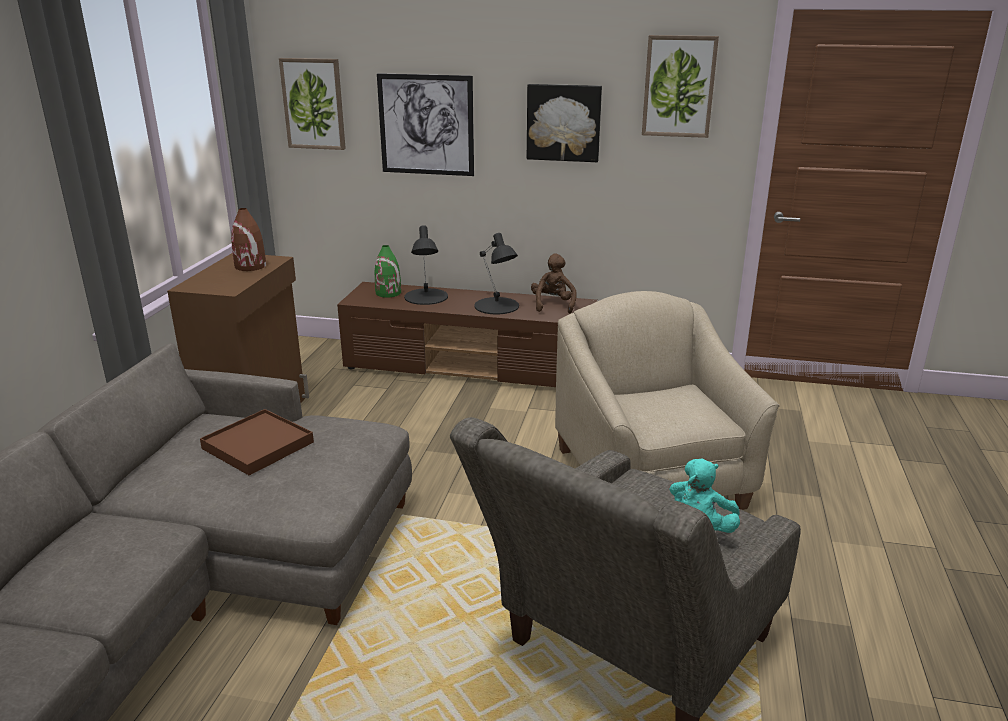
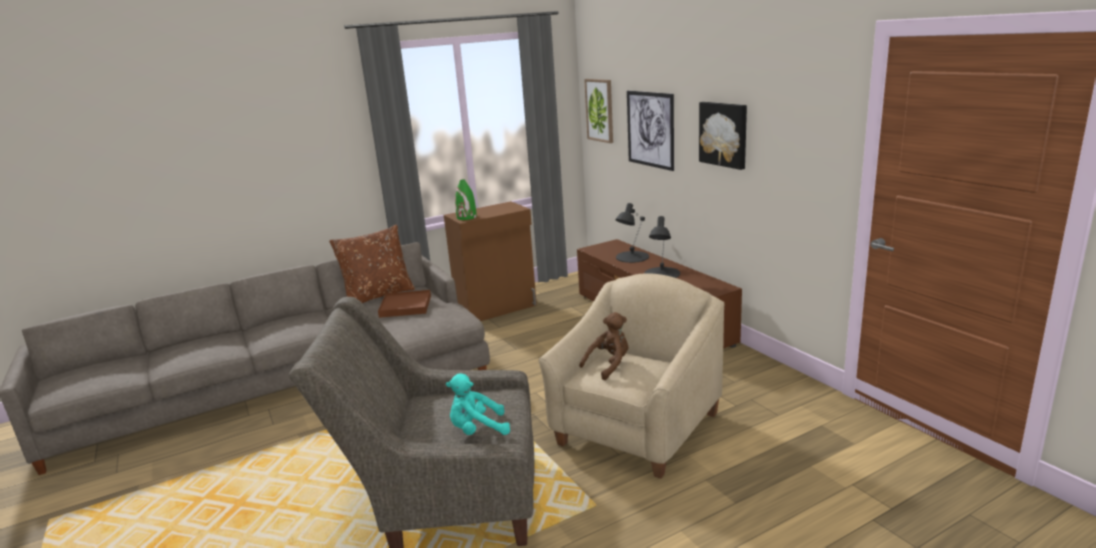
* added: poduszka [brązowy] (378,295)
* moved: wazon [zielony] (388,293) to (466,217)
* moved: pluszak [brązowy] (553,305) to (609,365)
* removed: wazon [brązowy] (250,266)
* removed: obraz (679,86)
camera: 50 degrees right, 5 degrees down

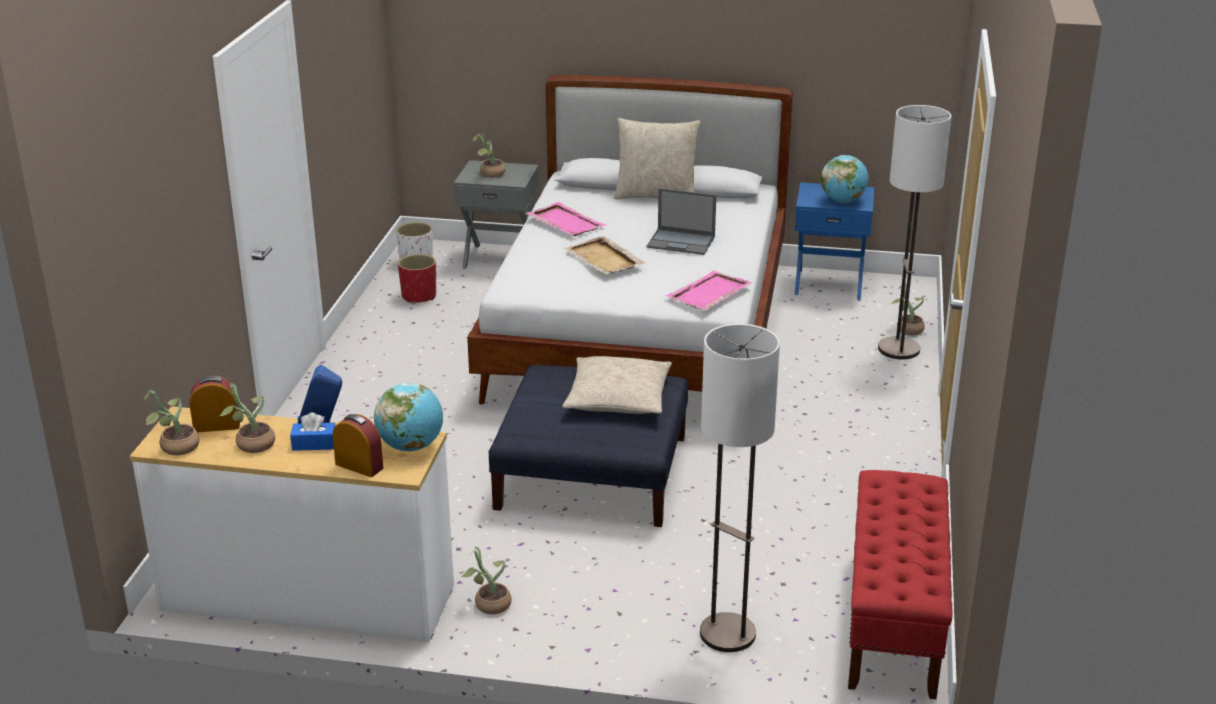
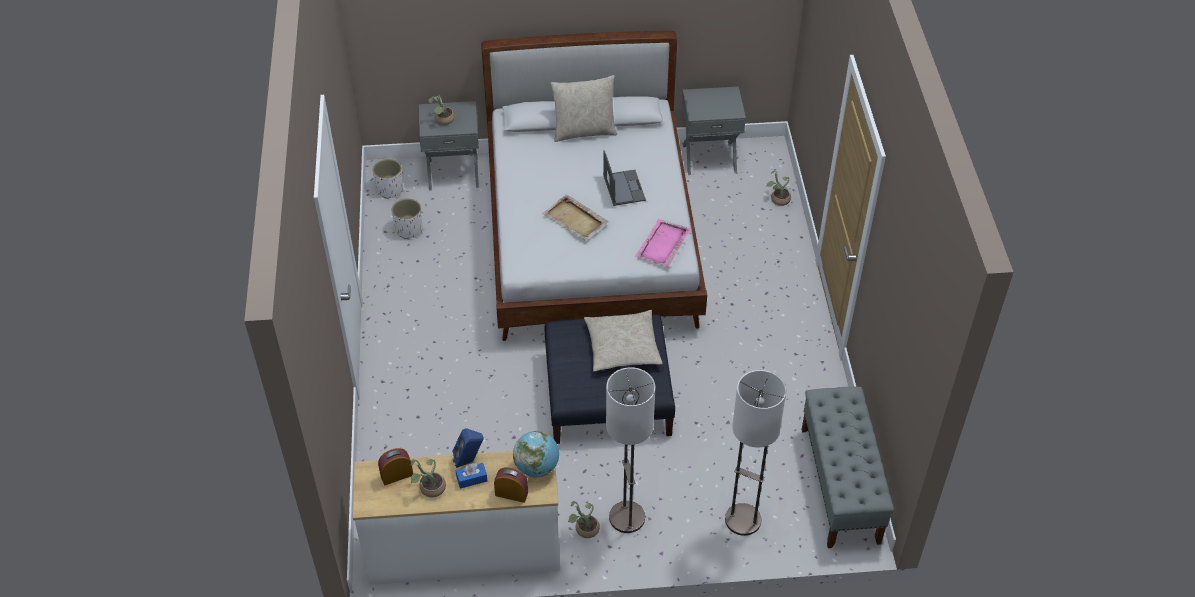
* recoloured: donica [czerwony] (419,296) to donica [biały] (409,229)
* turned: laptop (681,242) = (623,187) 105 degrees counterclockwise
* moved: lampa stojąca (899,349) to (627,517)
* recoloured: szafka nocna [niebieski] (829,283) to szafka nocna [szary] (709,157)
* recoloured: ławka [czerwony] (893,620) to ławka [szary] (840,485)
* removed: roślina doniczkowa (175,448)
* removed: taca [różowy] (565,222)
* removed: globus (843,201)
camera: 15 degrees left, 20 degrees up

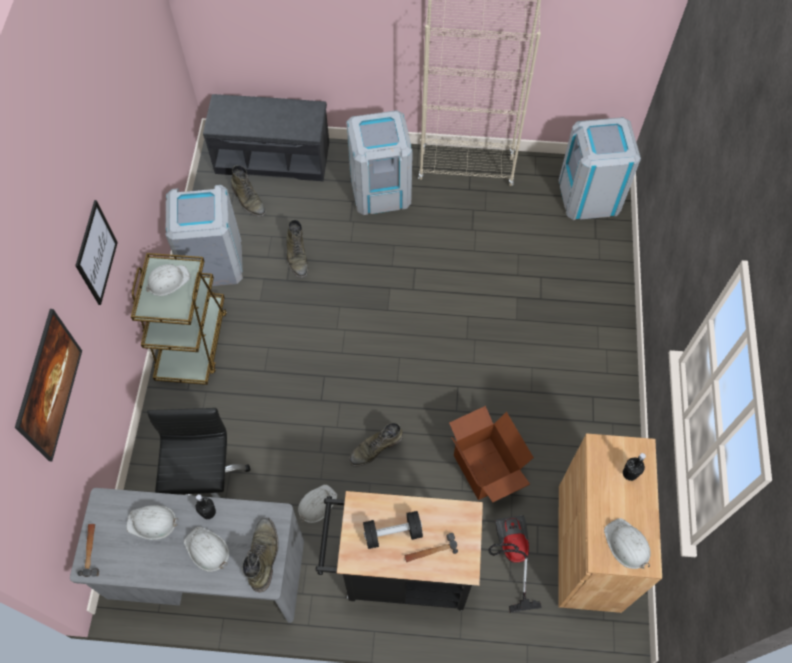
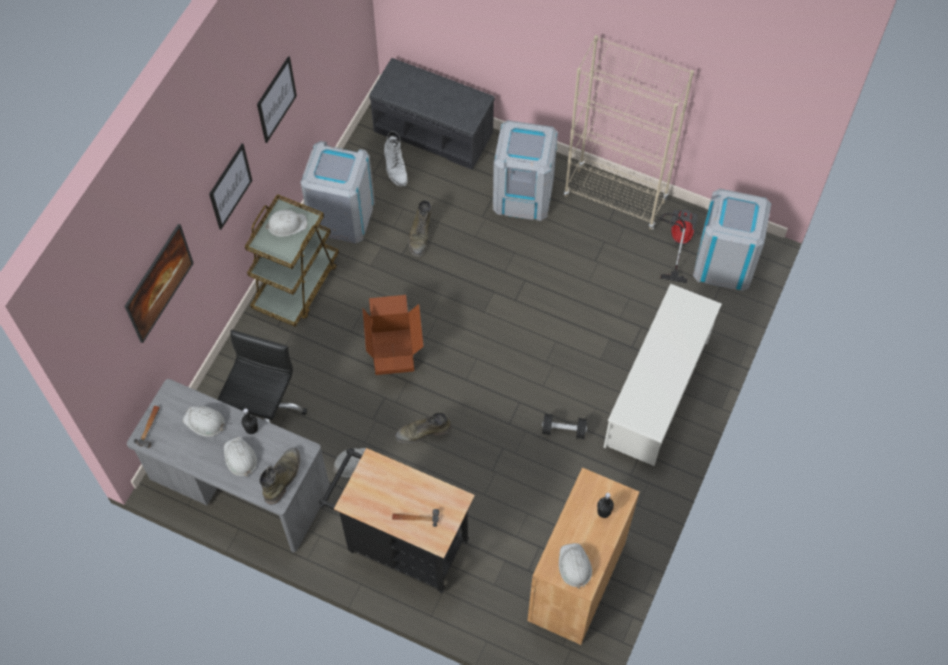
* added: obraz (276,99)
* moved: karton (485,468) to (394,352)
* recoloured: but z cholewką [zielony] (248,200) to but z cholewką [biały] (395,167)
* moved: hantel [czarny] (392,533) to (563,430)
* added: regał na buty [biały] (657,393)
* moved: odkurzacz (511,556) to (677,242)
camera: 20 degrees right, 0 degrees up

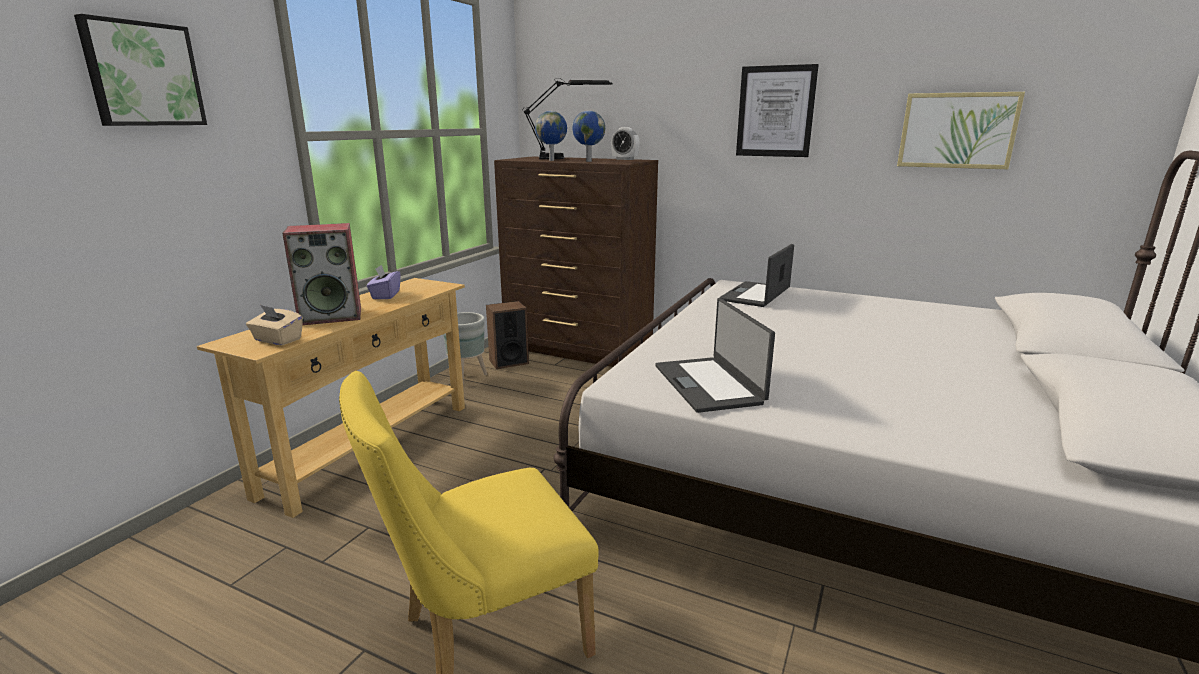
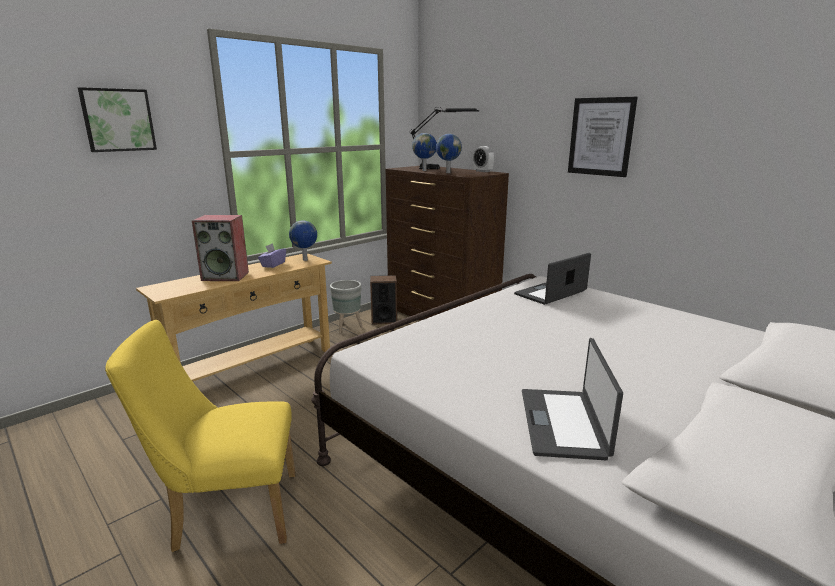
* added: globus (305,260)
* moved: laptop (709,384) to (564,423)
* removed: pudełko chusteczek [beżowy] (277,340)
* removed: obraz (957,130)
camera: 20 degrees right, 0 degrees up

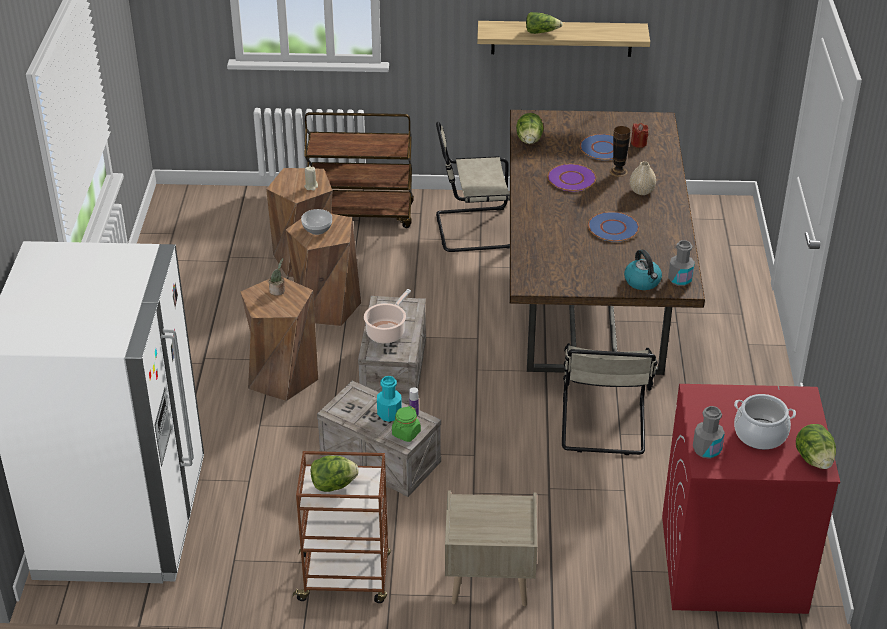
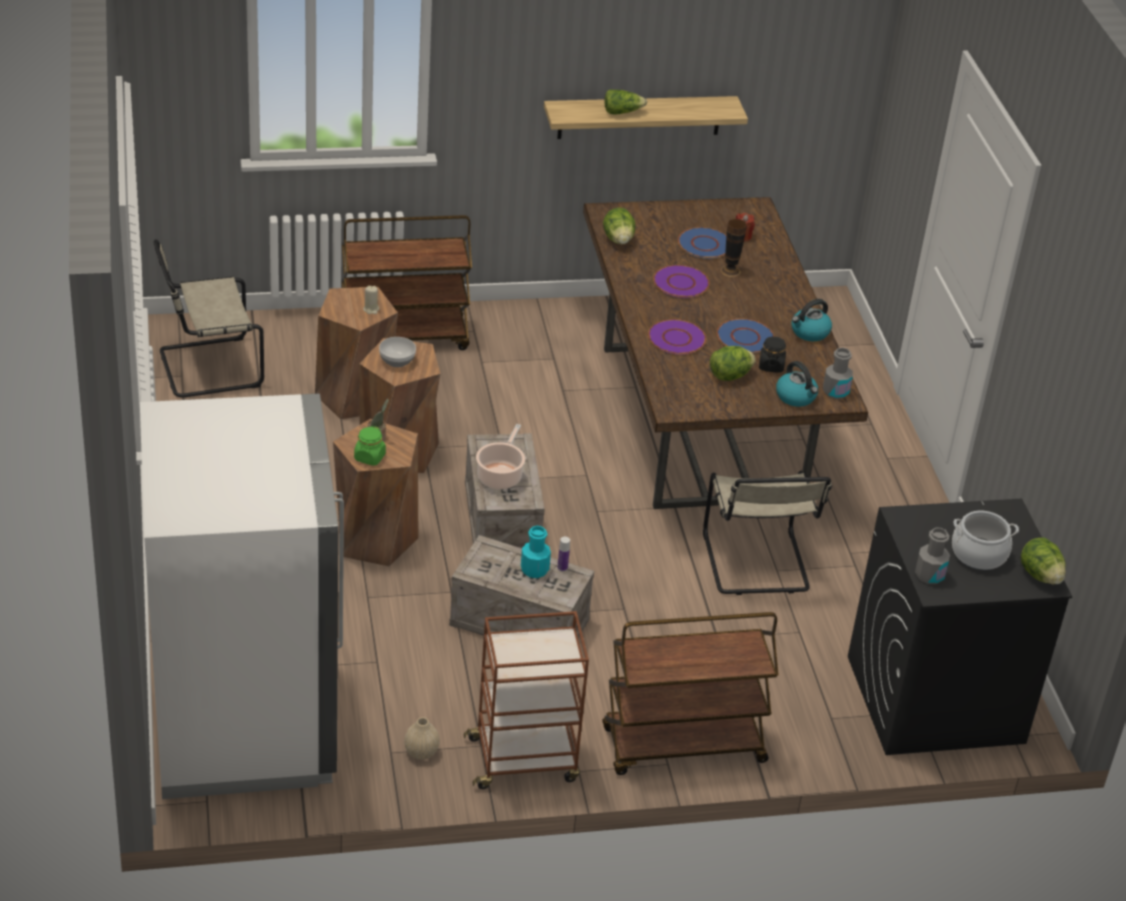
* moved: krzesło [beżowy] (472,230) to (206,368)
* moved: słoik [zielony] (406,433) to (369,457)
* moved: wazon [beżowy] (641,191) to (421,752)
* replaced: szafka nocna [beżowy] (488,582) to wózek [brązowy] (682,746)
* added: talerz [fioletowy] (676,339)
* moved: sałata (333,485) to (730,376)
* added: słoik [czarny] (771,366)
* added: czajnik (809,332)
* recoloured: pralka [czerwony] (731,564) to pralka [czarny] (934,700)
camera: 15 degrees left, 0 degrees up

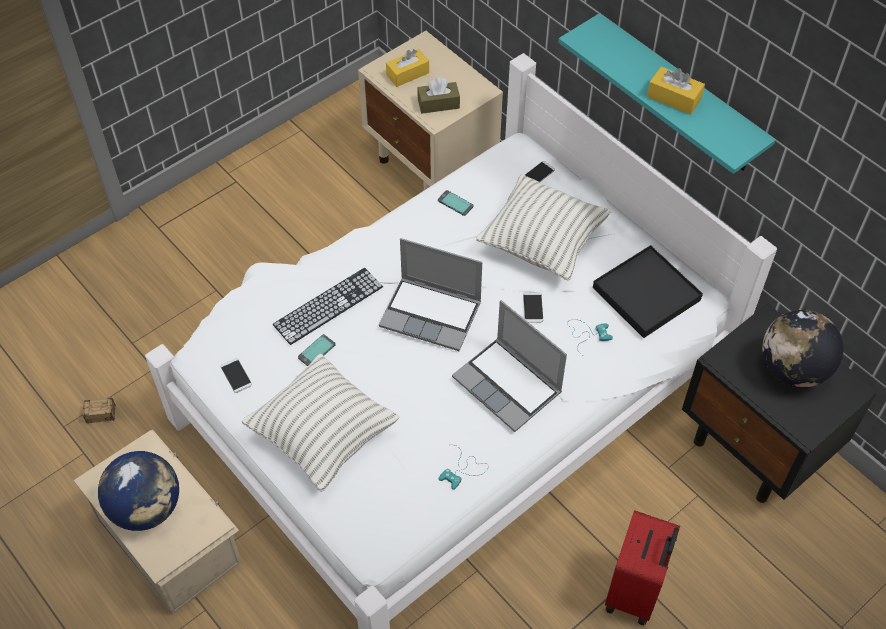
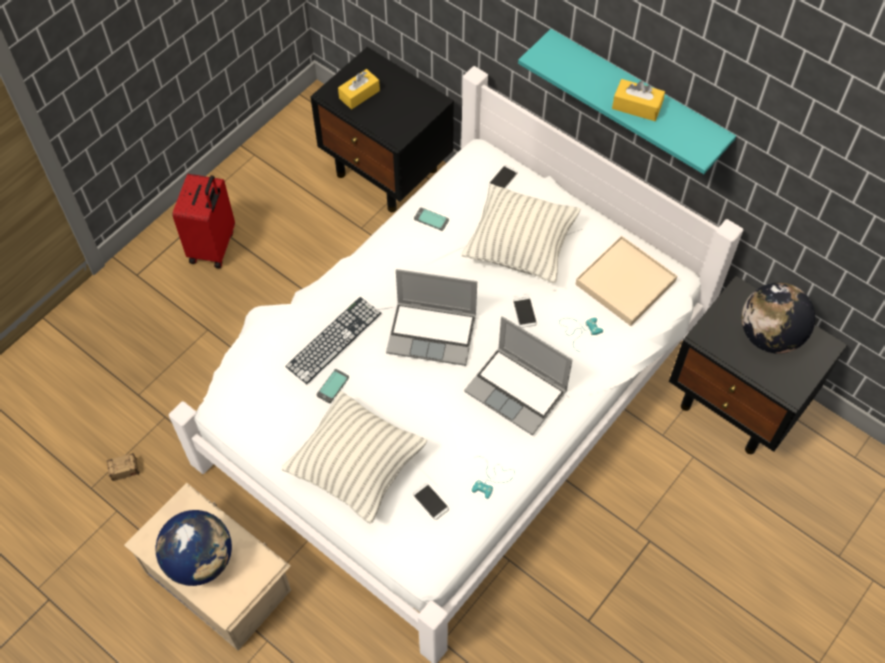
* moved: walizka [czerwony] (635,592) to (214,246)
* recoloured: szafka nocna [beżowy] (432,165) to szafka nocna [czarny] (388,172)
* moved: telefon (236,375) to (430,501)
* recoloured: taca [czarny] (646,294) to taca [beżowy] (625,283)
* removed: pudełko chusteczek [brązowy] (438,104)
camera: 10 degrees left, 5 degrees up

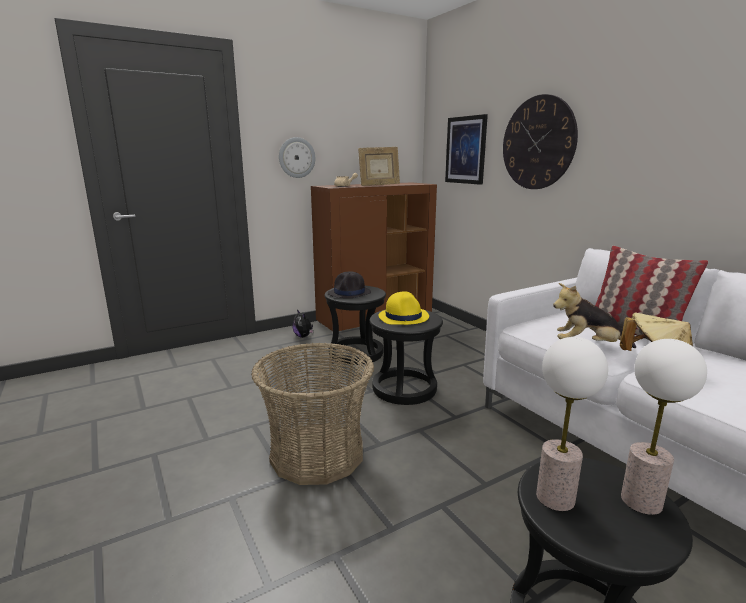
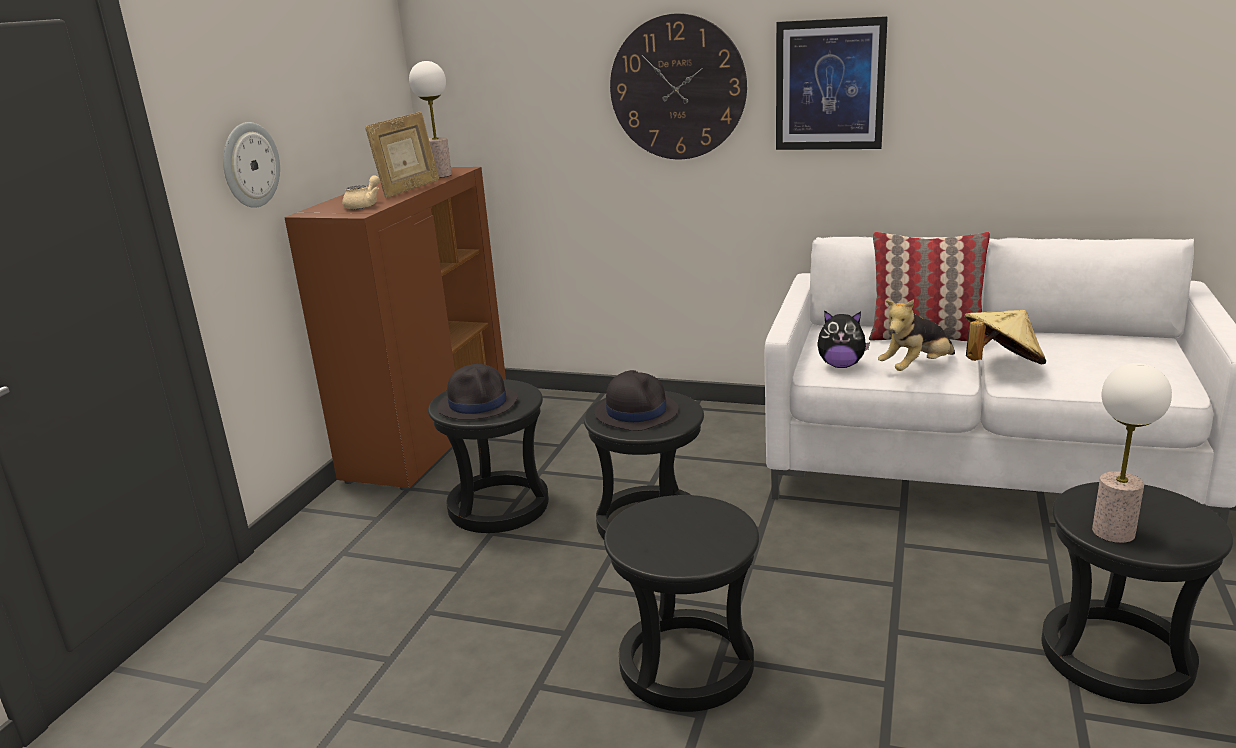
* moved: lampa stołowa (641,501) to (440,175)
* recoloured: kapelusz [żółty] (403,317) to kapelusz [czarny] (636,412)
* replaced: koszyk (317,453) to stołek [czarny] (686,664)
* moved: obraz (466,150) to (829,85)
* moved: pluszak (303,336) to (841,365)
camera: 40 degrees left, 5 degrees up

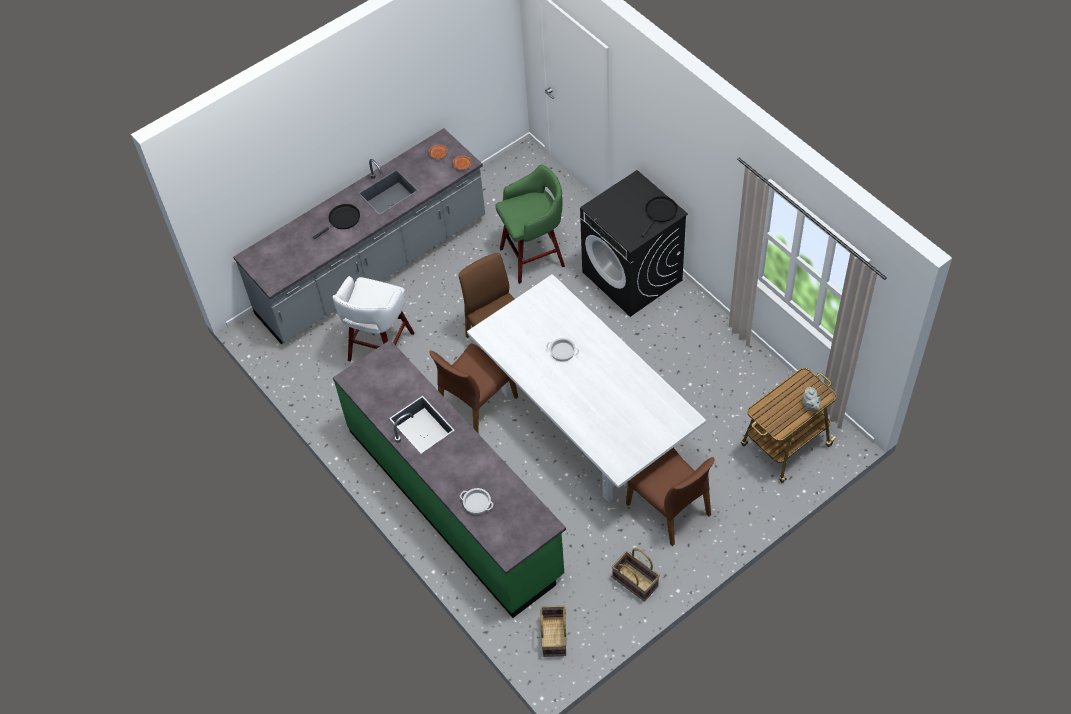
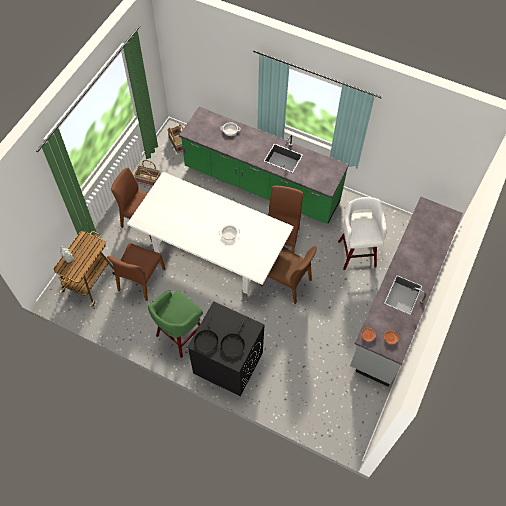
* added: krzesło [brązowy] (140,279)
* moved: stołek [zielony] (534,256) to (179,335)
* moved: patelnia [czarny] (342,220) to (233,344)
camera: 150 degrees right, 5 degrees up

